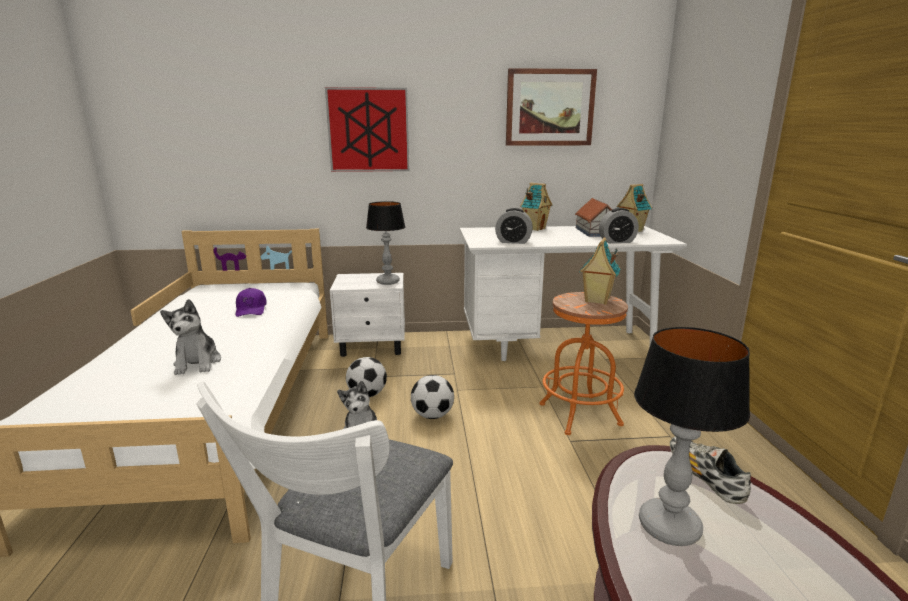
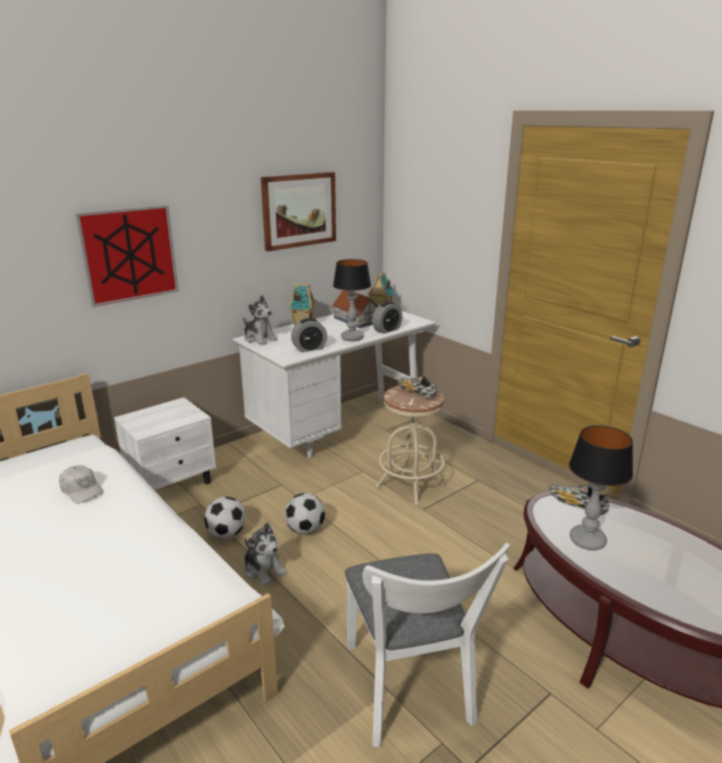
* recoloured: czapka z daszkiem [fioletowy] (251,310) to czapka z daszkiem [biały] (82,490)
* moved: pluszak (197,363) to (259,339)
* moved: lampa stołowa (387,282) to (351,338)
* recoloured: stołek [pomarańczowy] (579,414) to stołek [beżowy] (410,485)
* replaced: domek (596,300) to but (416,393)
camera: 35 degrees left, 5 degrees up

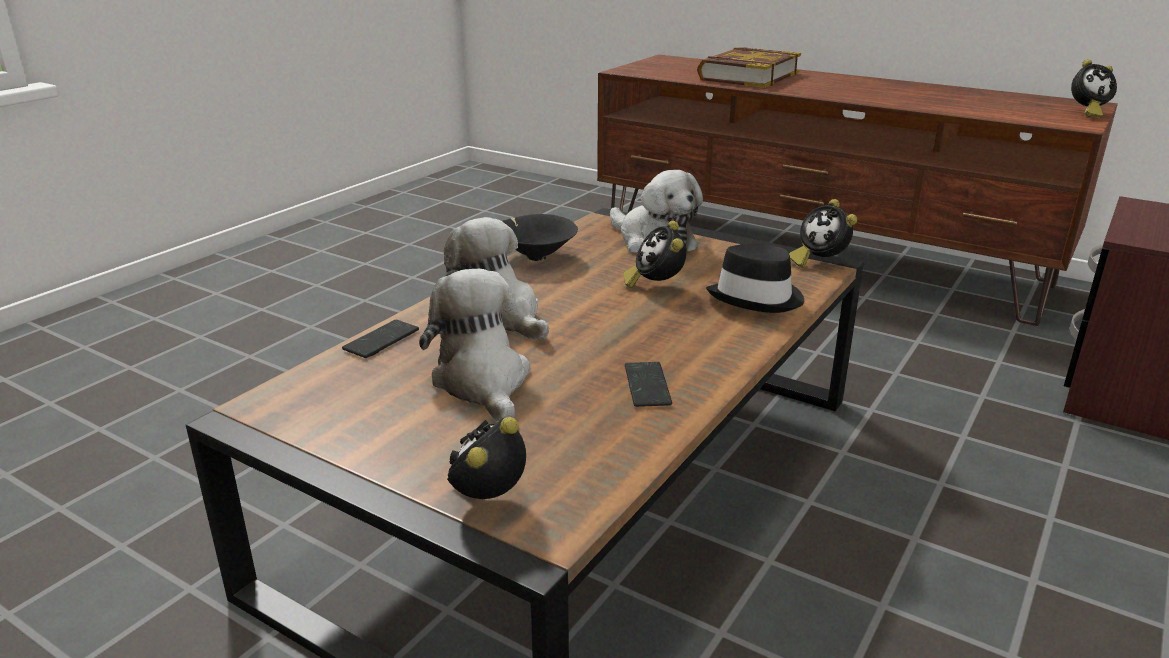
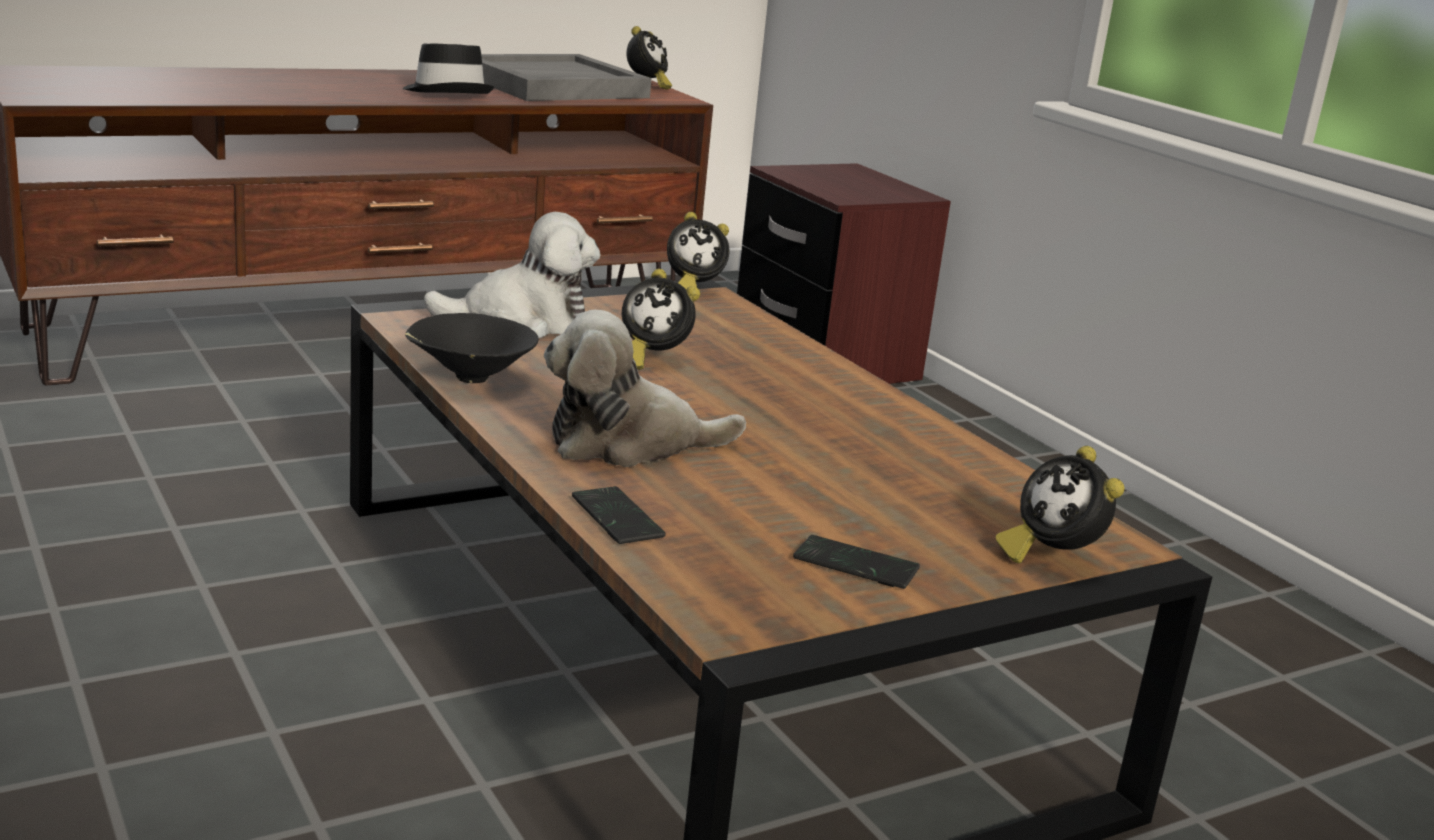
* moved: kapelusz [czarny] (757,298) to (447,92)
* added: taca [szary] (553,86)
* moved: telefon (647,386) to (855,565)
* removed: pluszak (483,382)
* removed: książka (748,76)
camera: 65 degrees left, 5 degrees down

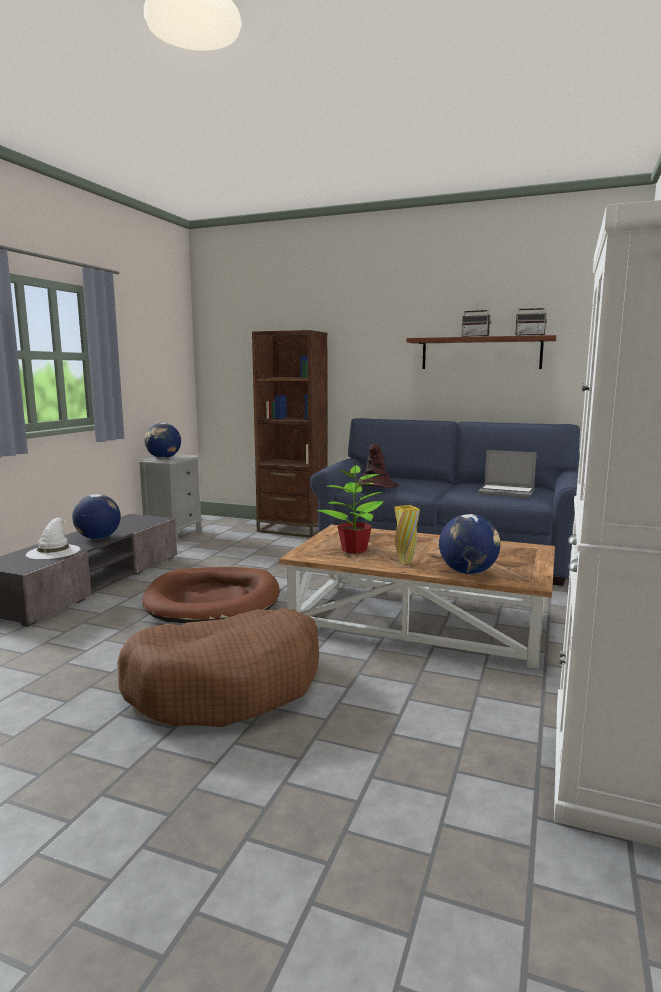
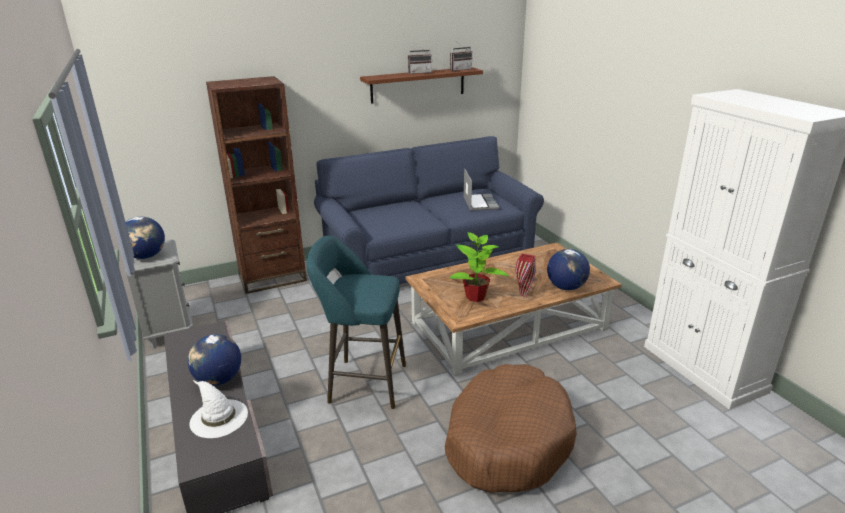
* replaced: legowisko [brązowy] (213,601) to stołek [turkusowy] (362,383)
* turned: laptop (507,492) = (479,203) 75 degrees counterclockwise
* recoloured: wazon [żółty] (405,562) to wazon [czerwony] (523,294)
* removed: kapelusz [brązowy] (373,486)
camera: 45 degrees left, 15 degrees up

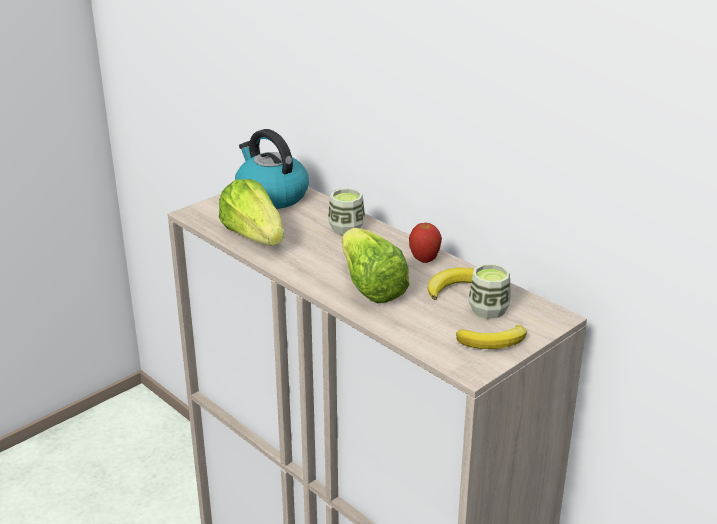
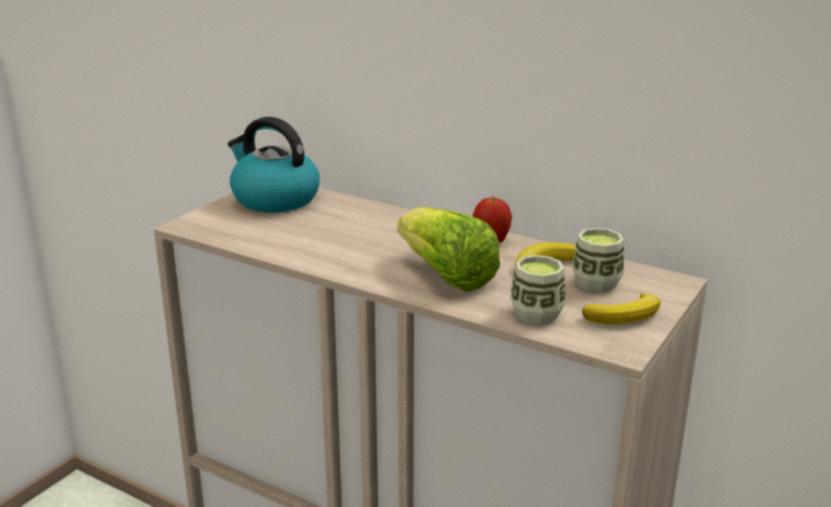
* moved: filiżanka (346,228) to (536,314)
* removed: sałata (254,237)
camera: 15 degrees left, 5 degrees down

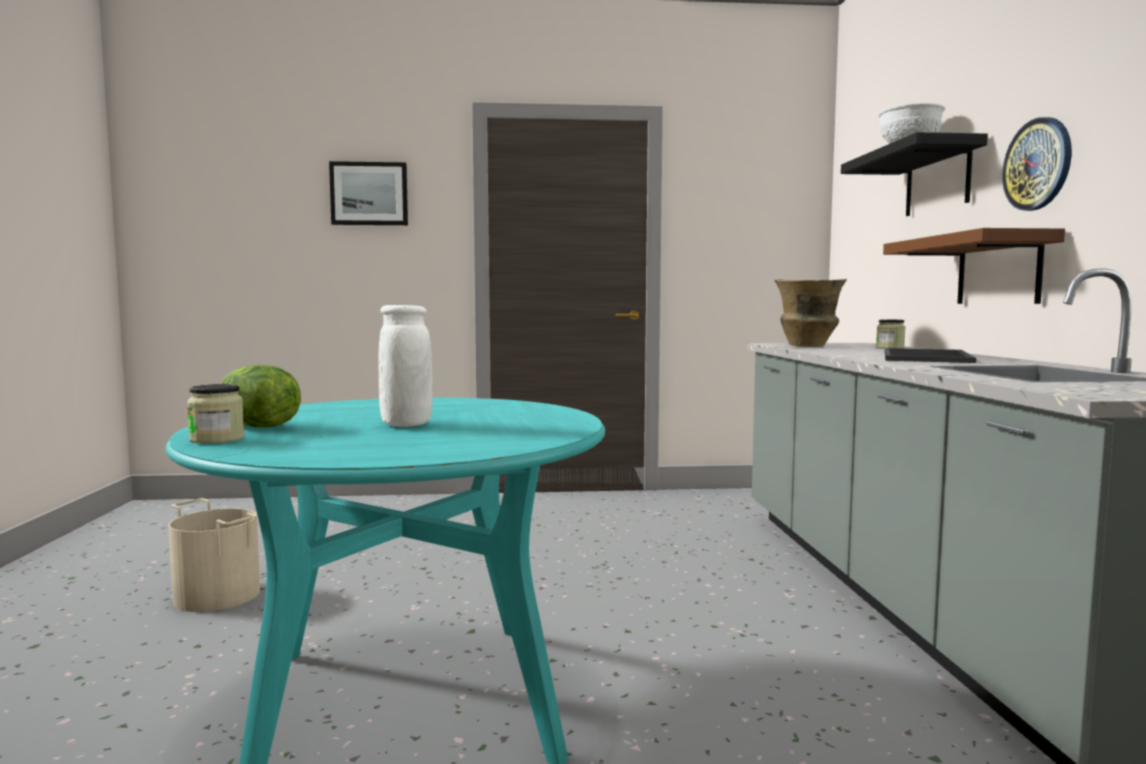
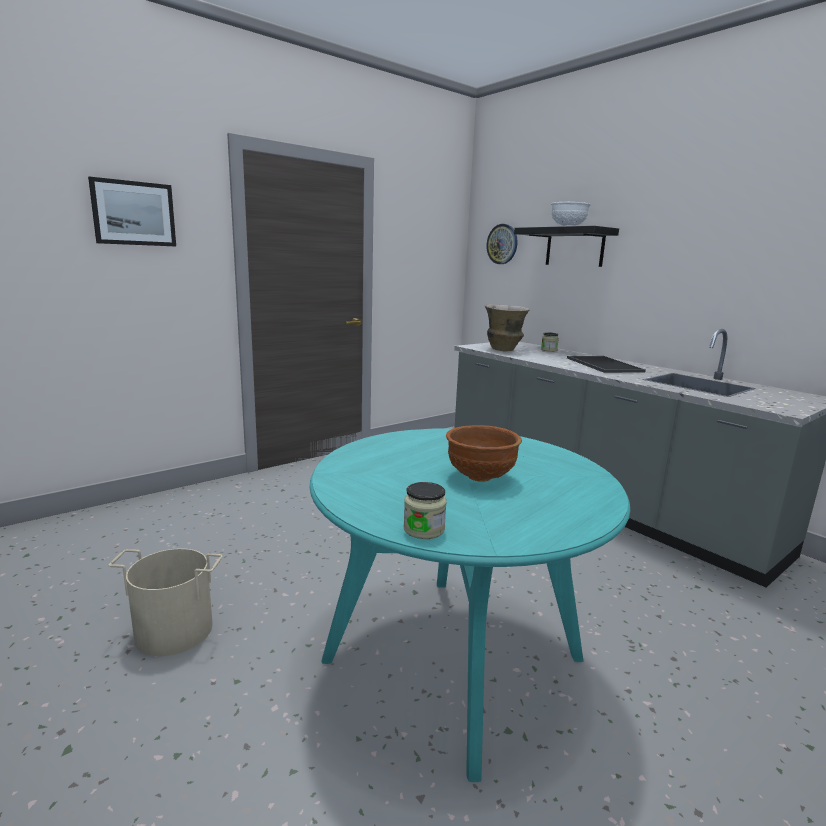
* replaced: wazon [biały] (406,424) to miska [brązowy] (480,476)
* moved: zegar ścienny (1038,164) to (502,244)
* removed: sałata (257,426)
* removed: półka [brązowy] (998,270)
camera: 35 degrees left, 10 degrees up

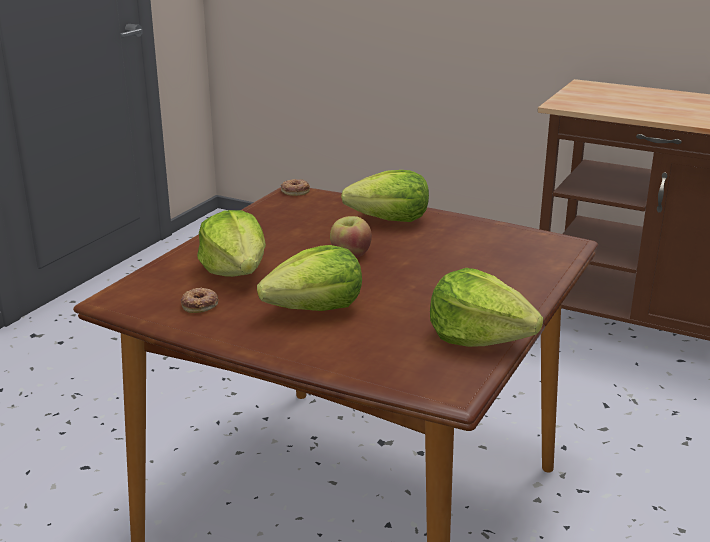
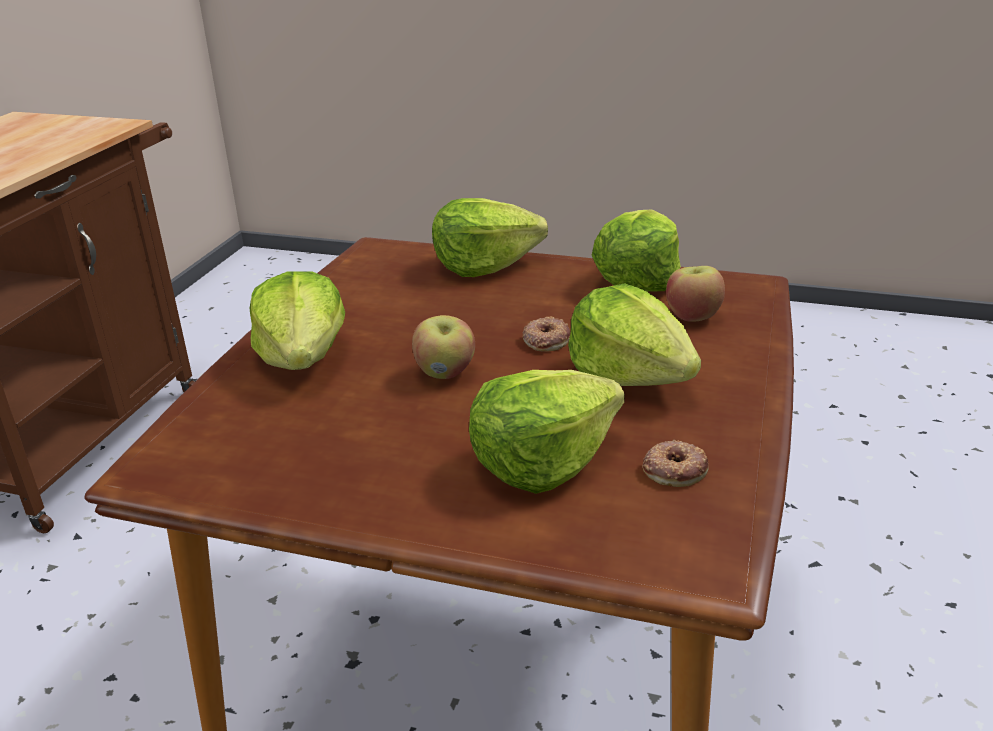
* added: sałata (484,265)
* moved: donut (295,191) to (545,340)
* added: jabłko (692,316)
camera: 100 degrees left, 5 degrees up

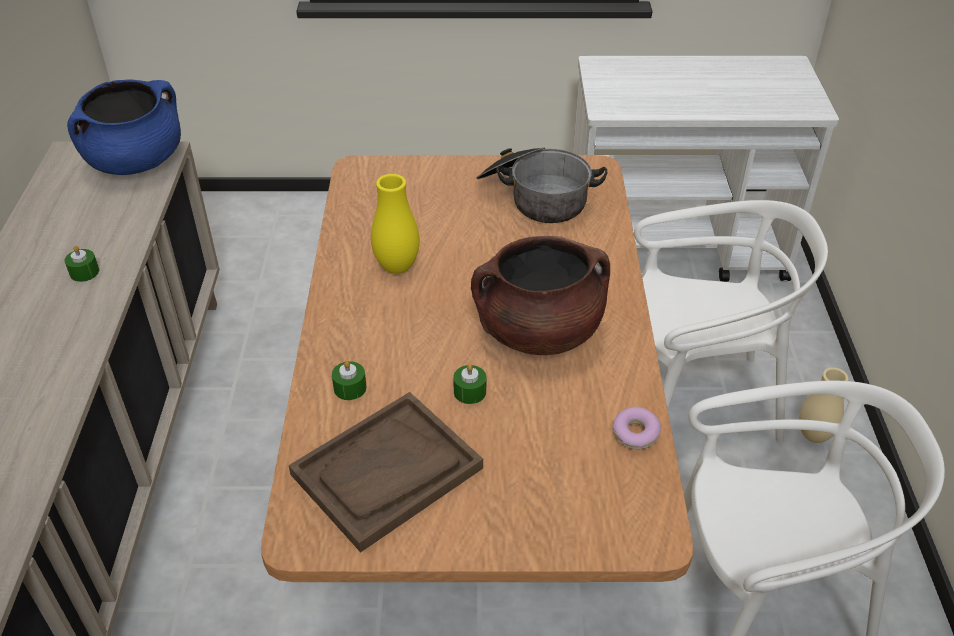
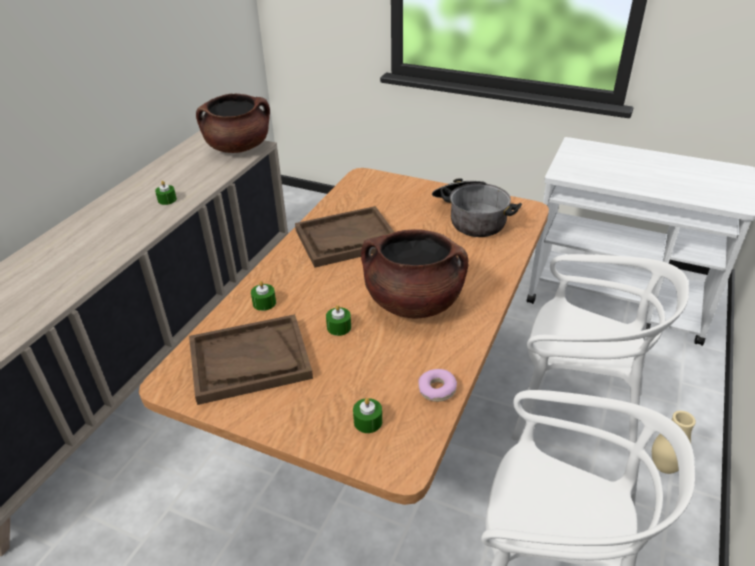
* recoloured: garnek [niebieski] (136,161) to garnek [brązowy] (238,147)
* replaced: wazon [żółty] (397,267) to taca [brązowy] (346,239)
* added: świeca [zielony] (368,421)
camera: 25 degrees right, 5 degrees down

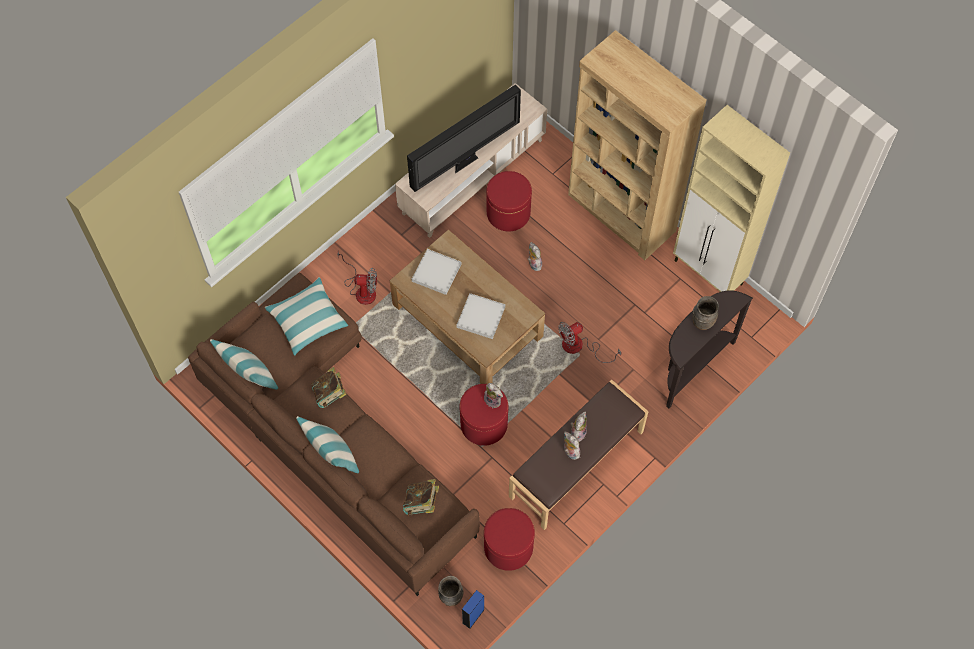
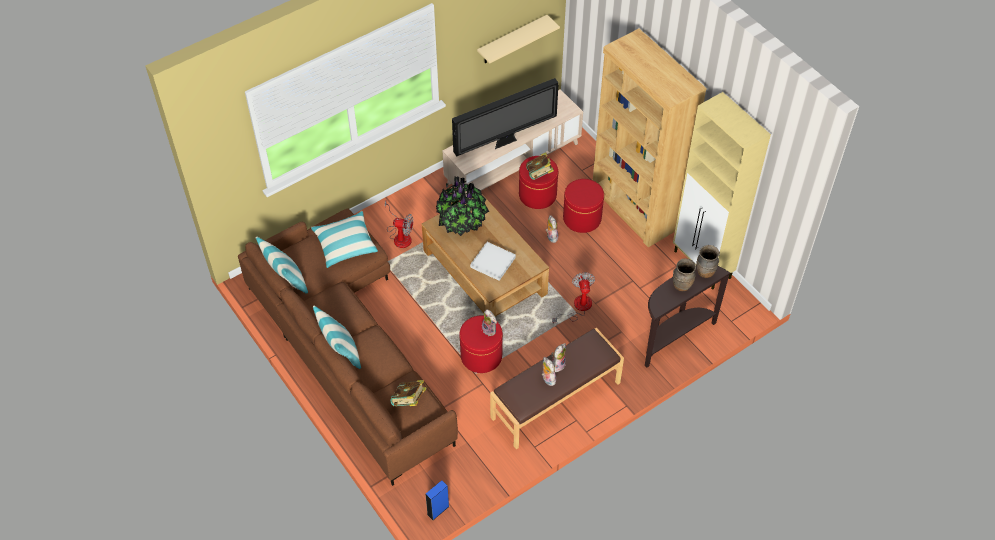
* replaced: taca [biały] (436,273) to roślina doniczkowa (462,223)
* added: półka [beżowy] (512,40)
* moved: książka (330,394) to (539,174)
* turned: wentylator (580,347) = (577,307) 105 degrees clockwise
* moved: pufa [czerwony] (508,547) to (582,218)
* moved: wazon [brązowy] (451,597) to (705,272)
camera: 10 degrees right, 10 degrees down

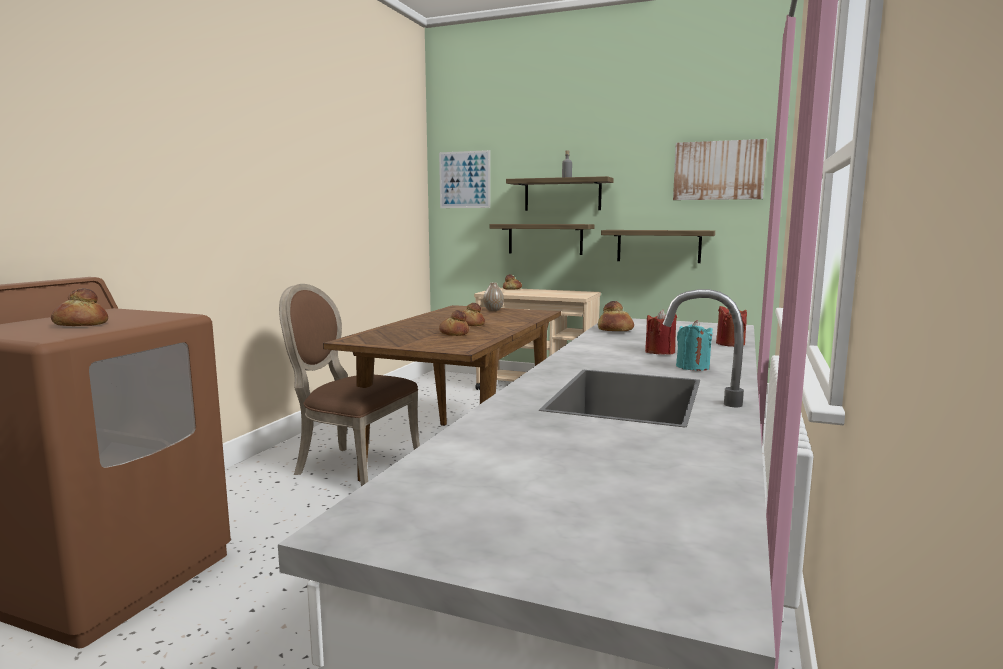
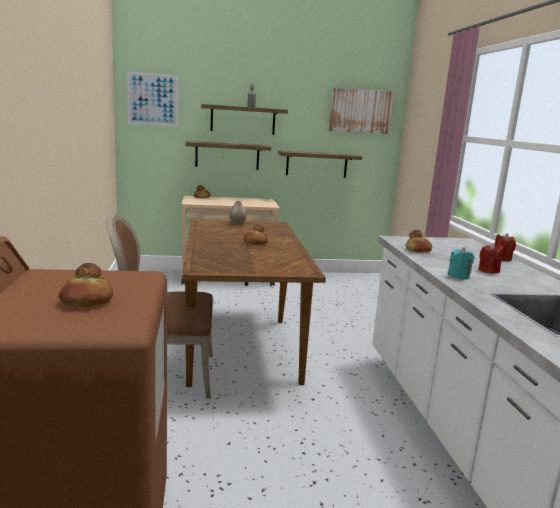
* moved: świeca [turkusowy] (692,367) to (458,276)
* removed: chleb (454,333)
camera: 30 degrees left, 5 degrees up

